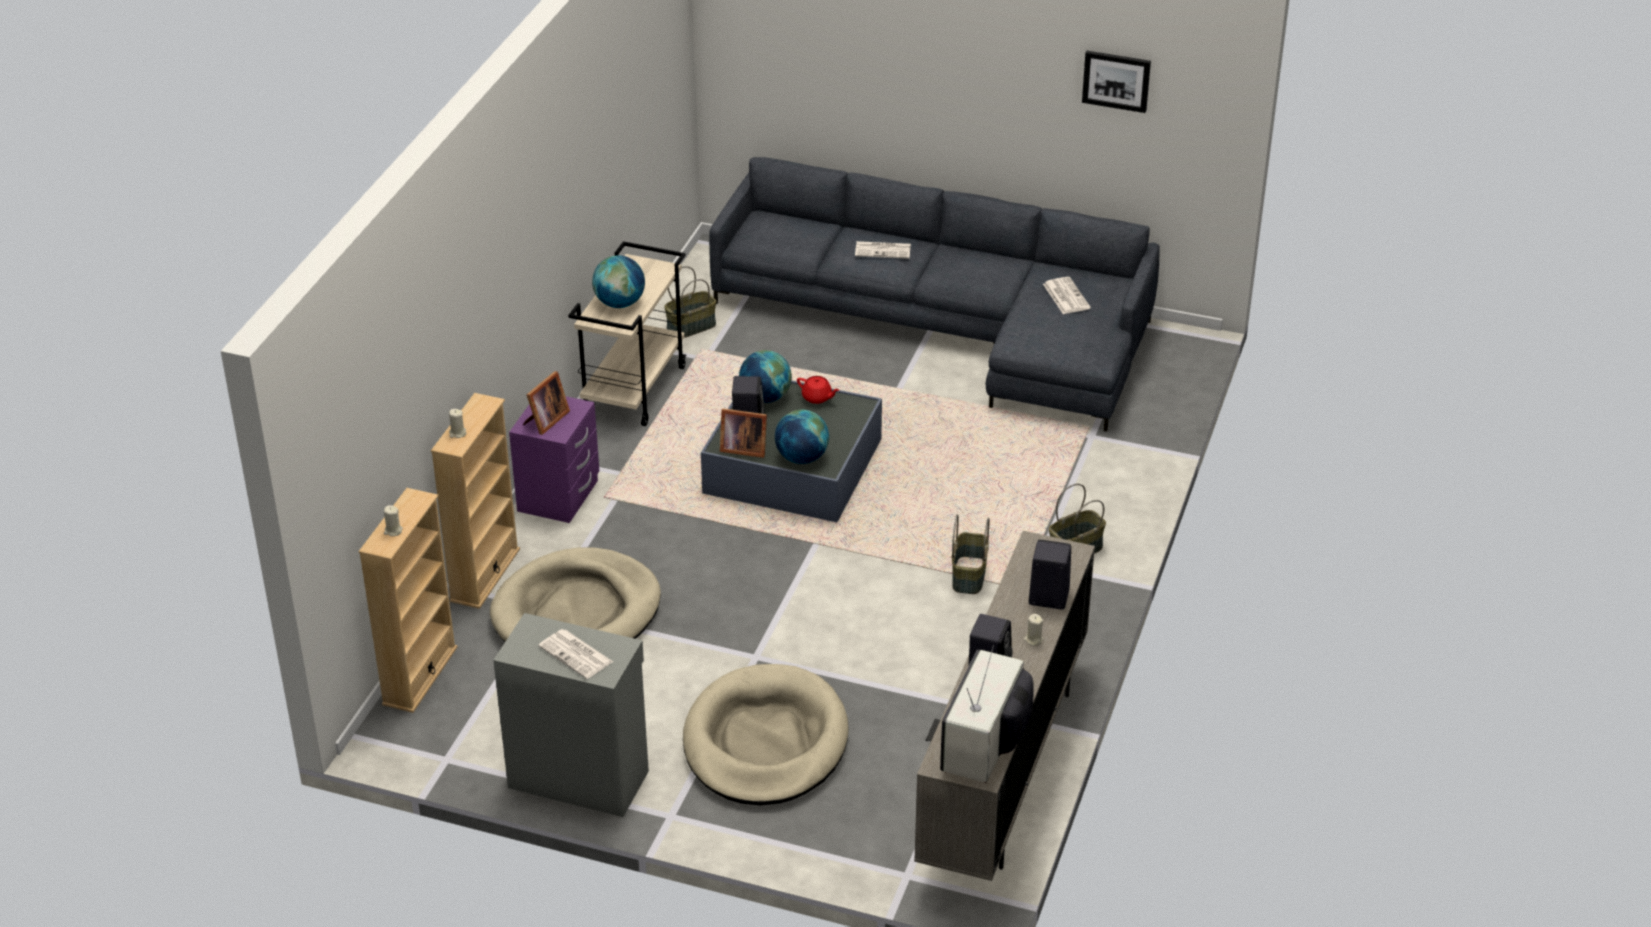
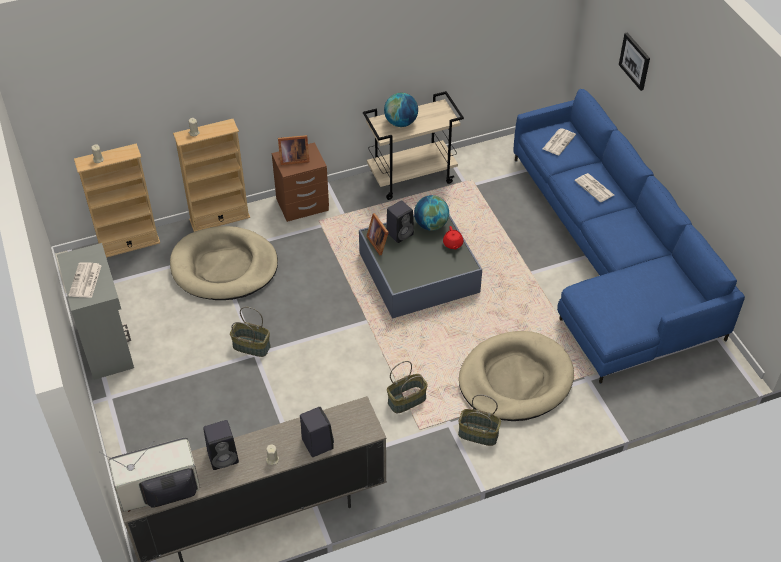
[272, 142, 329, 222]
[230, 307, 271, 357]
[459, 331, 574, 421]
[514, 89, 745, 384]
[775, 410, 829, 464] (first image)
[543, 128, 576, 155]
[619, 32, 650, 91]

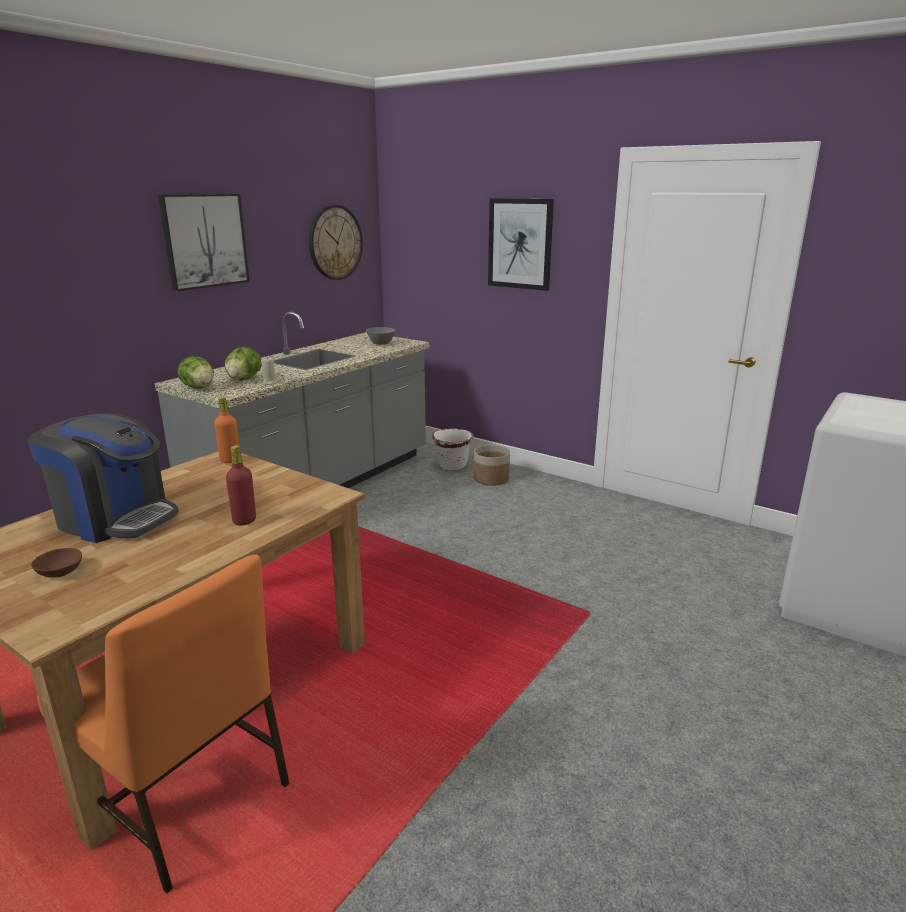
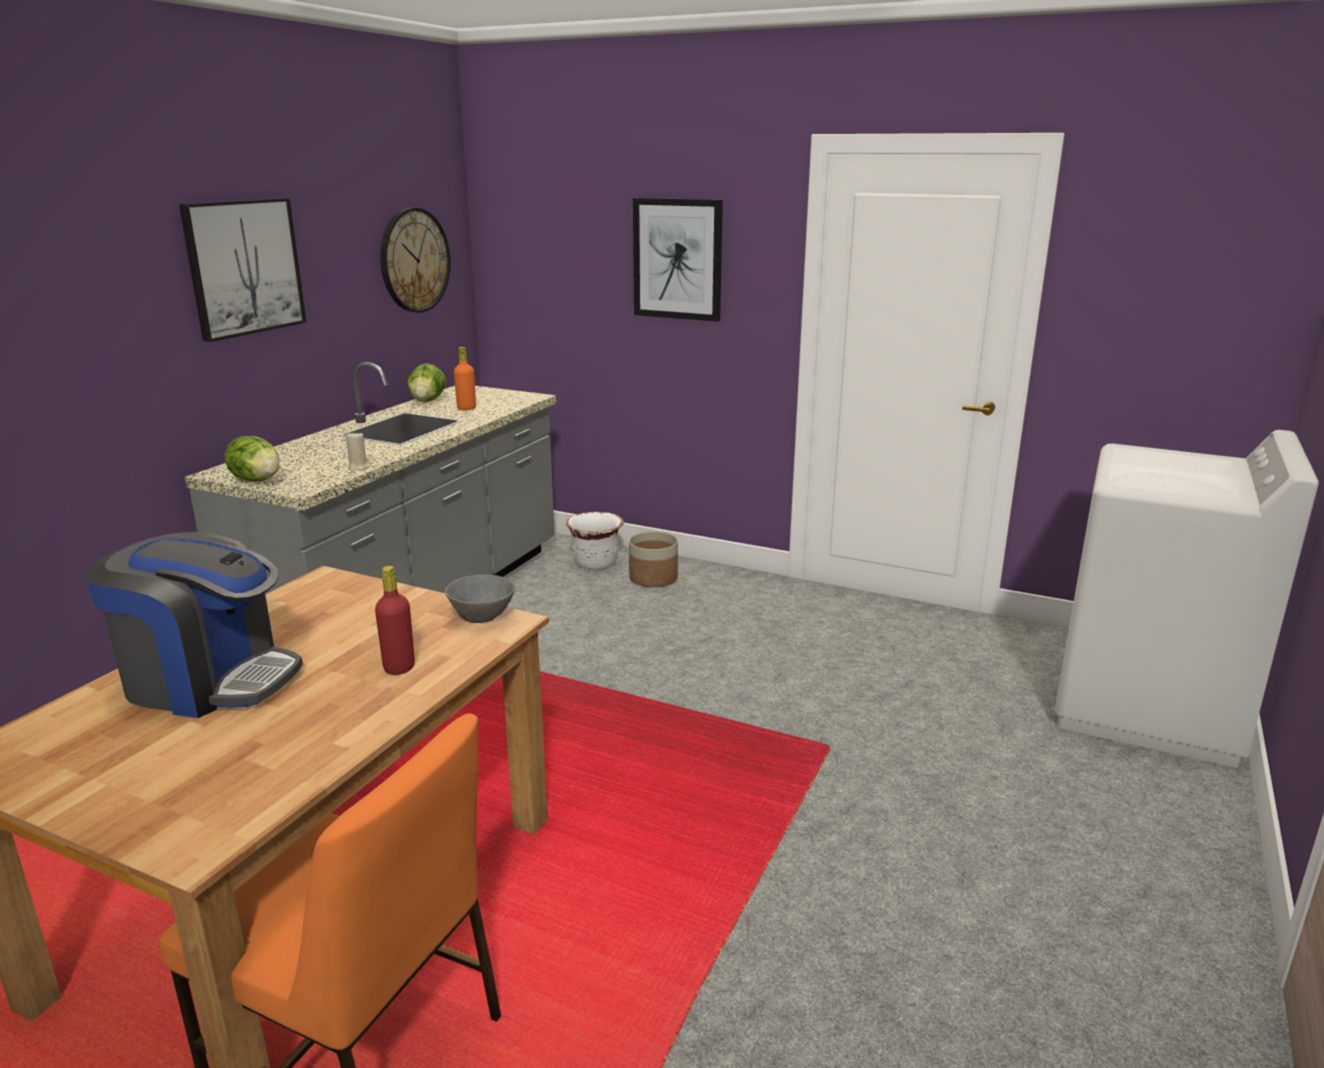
[31, 548, 82, 578] (first image)
[454, 347, 476, 410]
[407, 363, 446, 403]
[445, 575, 515, 623]

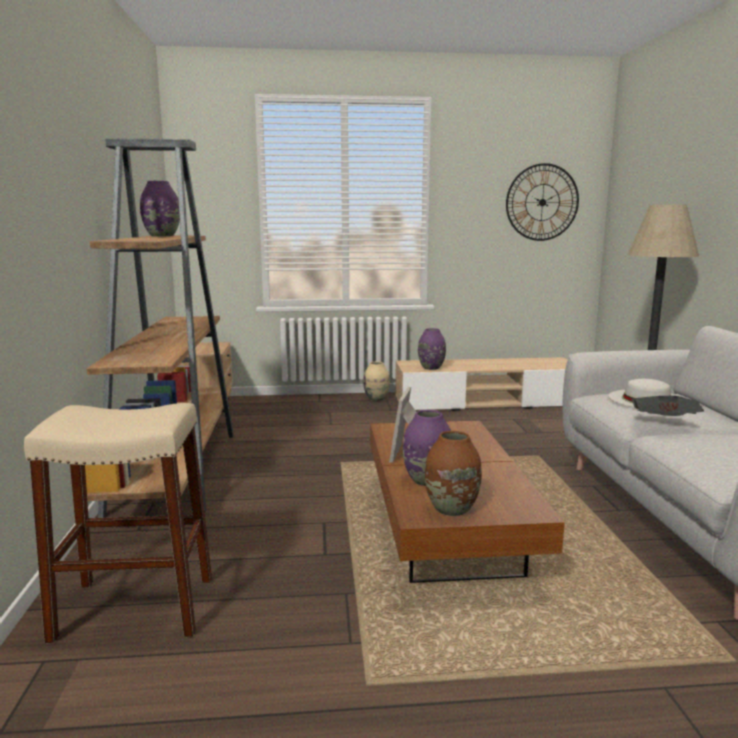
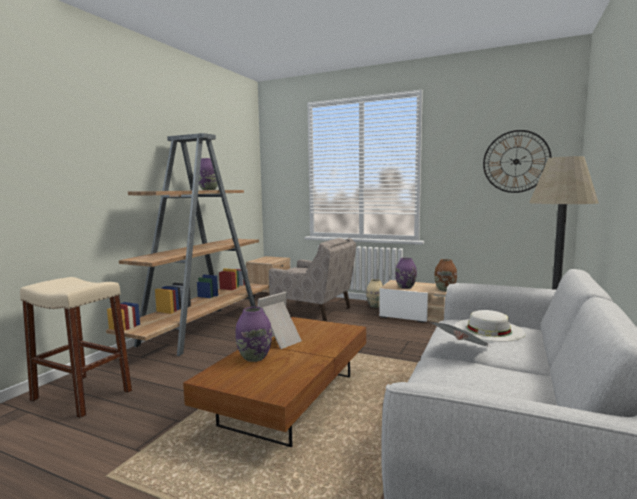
[434, 259, 457, 291]
[269, 238, 356, 321]

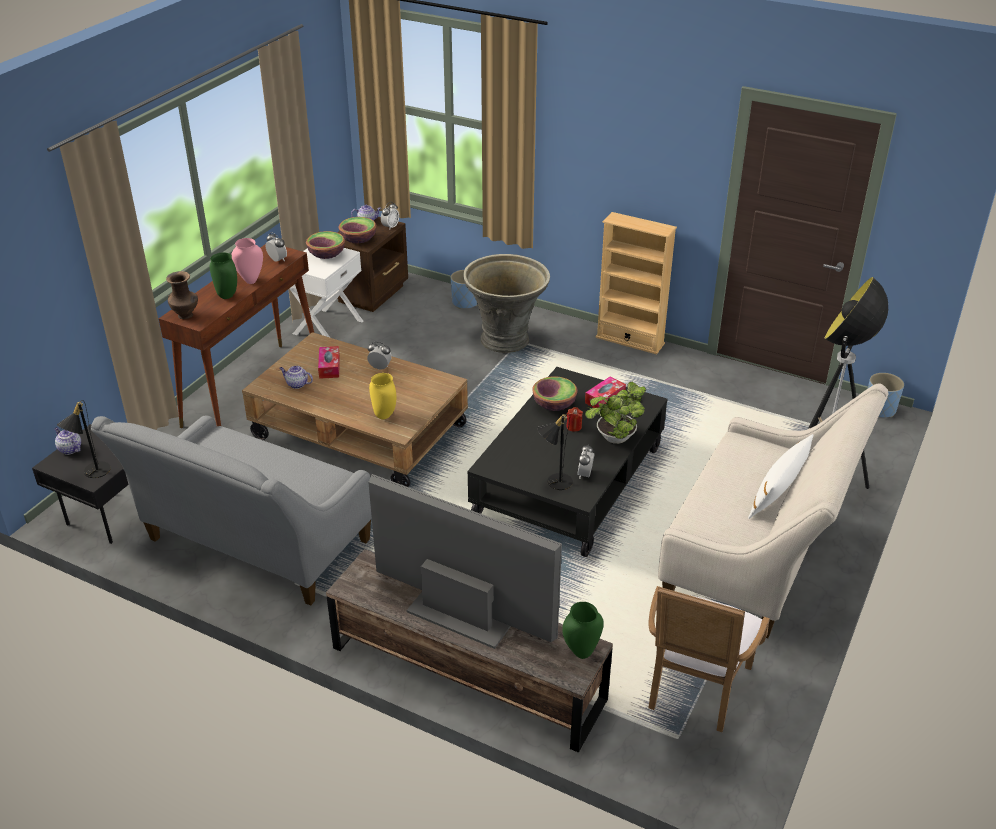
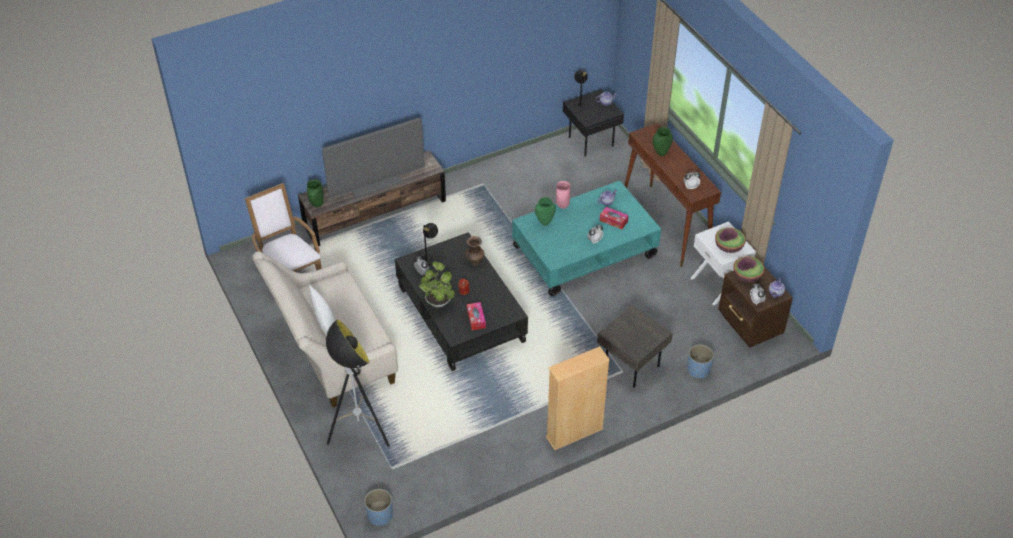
[91, 415, 372, 605] (first image)
[465, 236, 484, 266]
[556, 181, 570, 209]
[512, 181, 661, 296]
[535, 197, 556, 226]
[597, 305, 673, 388]
[532, 376, 578, 411] (first image)

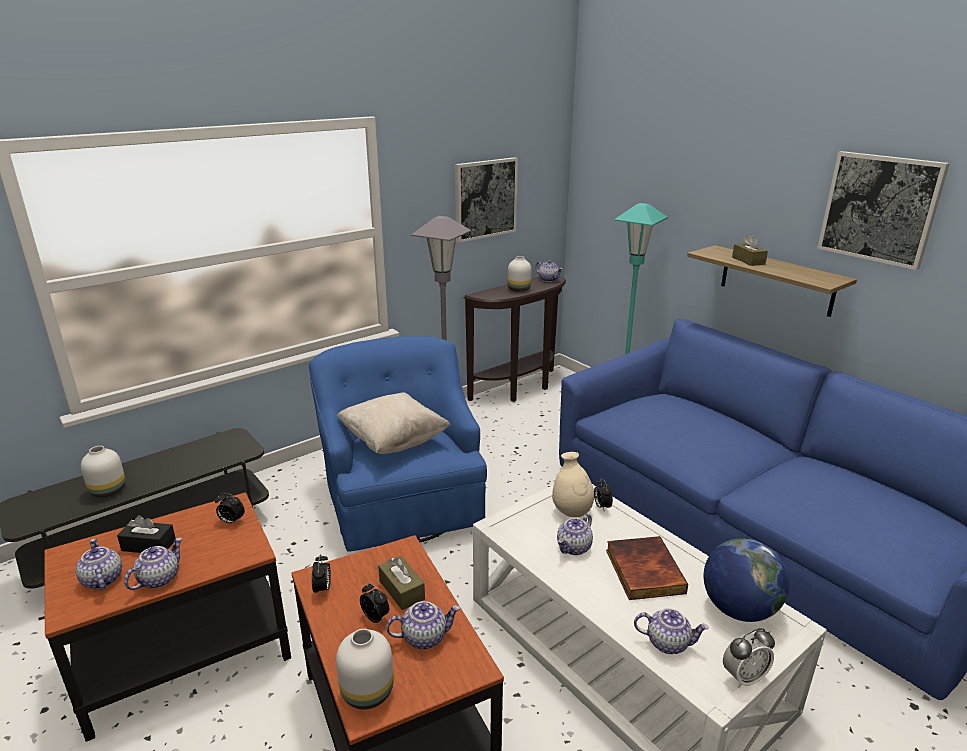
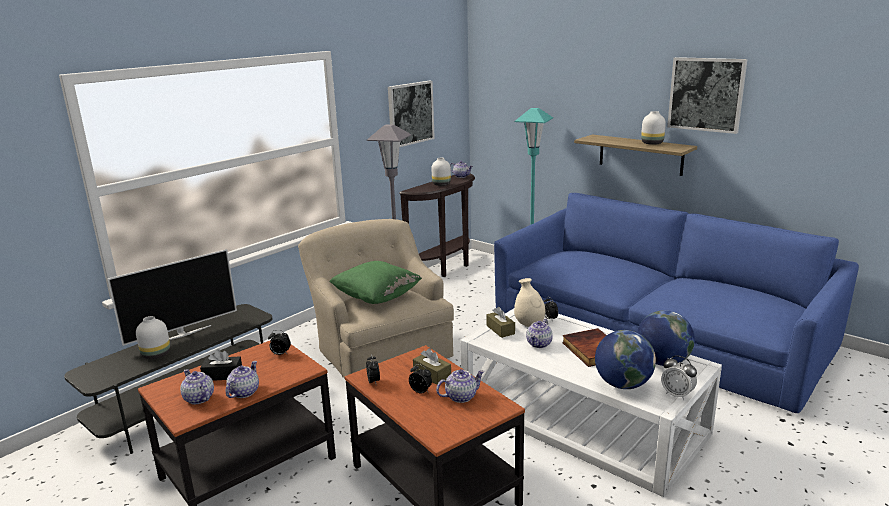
[298, 219, 454, 379]
[329, 261, 422, 304]
[641, 111, 666, 145]
[595, 330, 656, 389]
[661, 355, 697, 400]
[486, 307, 515, 338]
[107, 249, 237, 346]

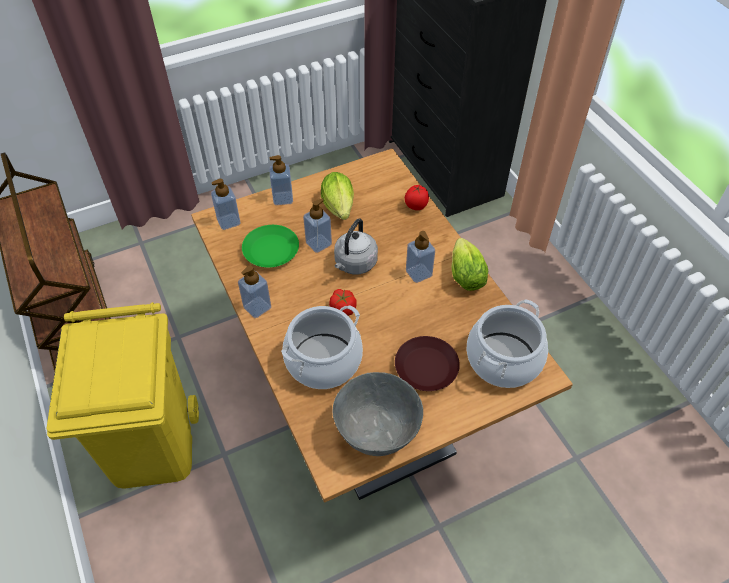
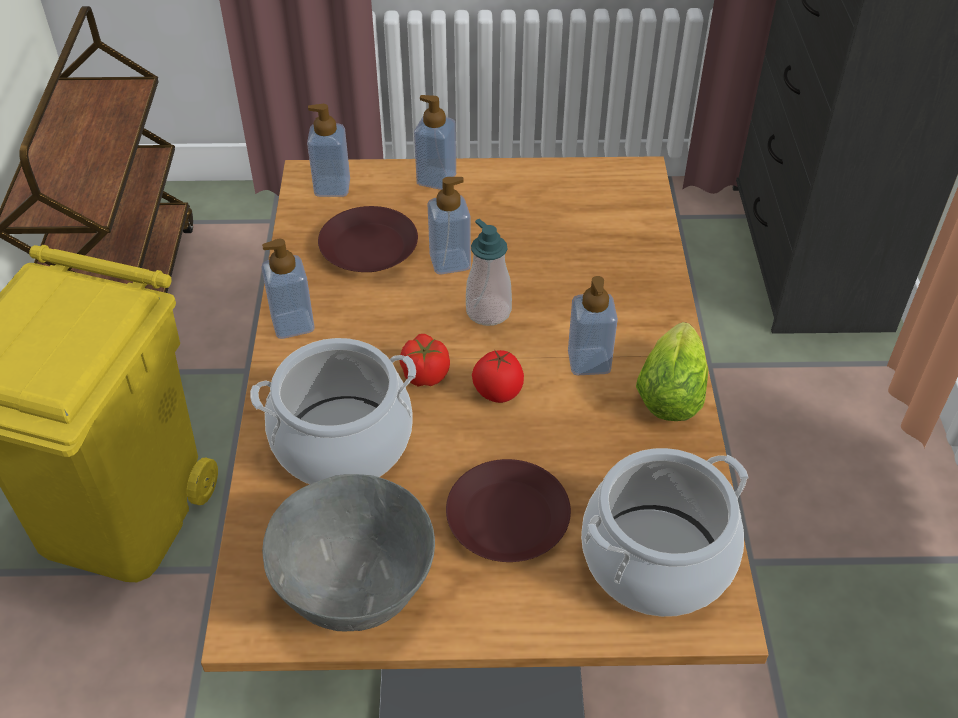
[318, 206, 418, 272]
[321, 172, 354, 220] (first image)
[466, 219, 512, 326]
[472, 350, 524, 403]

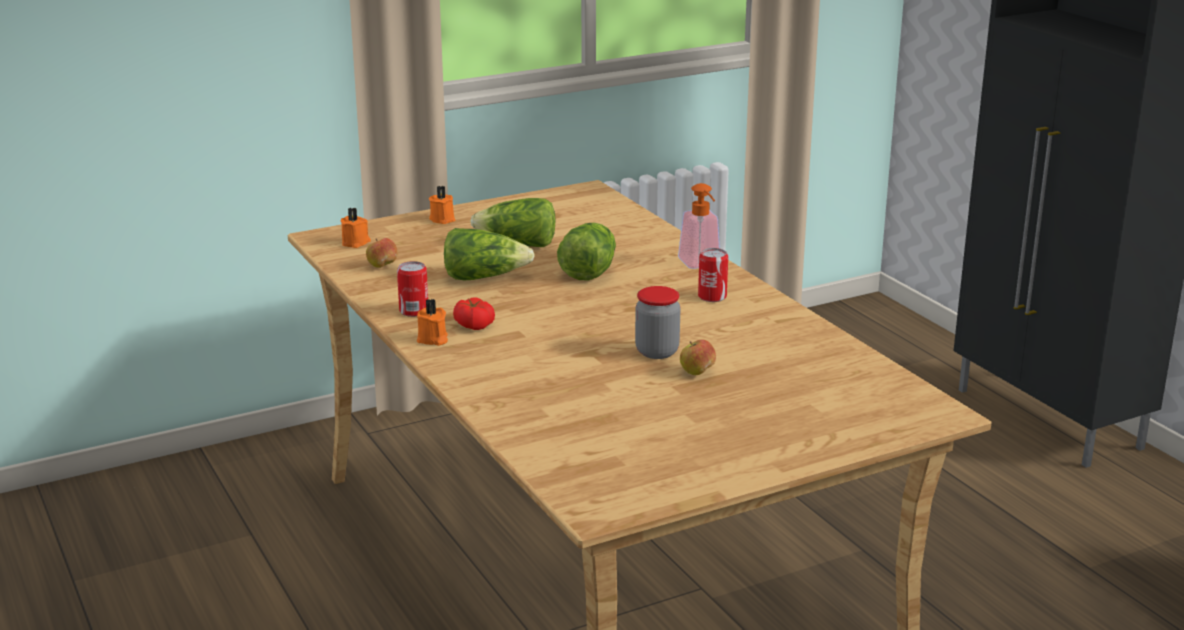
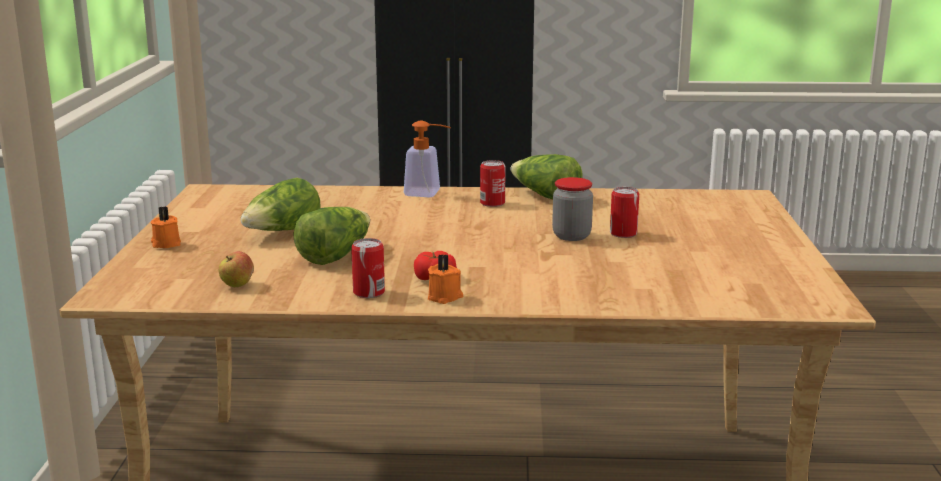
[340, 208, 371, 248] (first image)
[510, 154, 583, 199]
[610, 187, 639, 238]

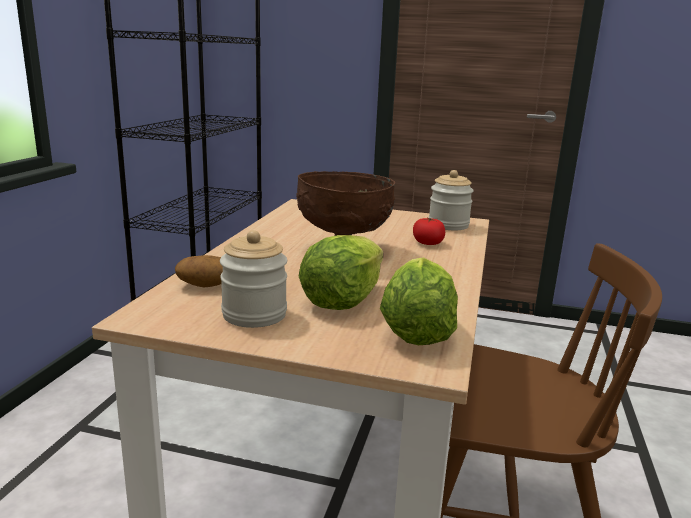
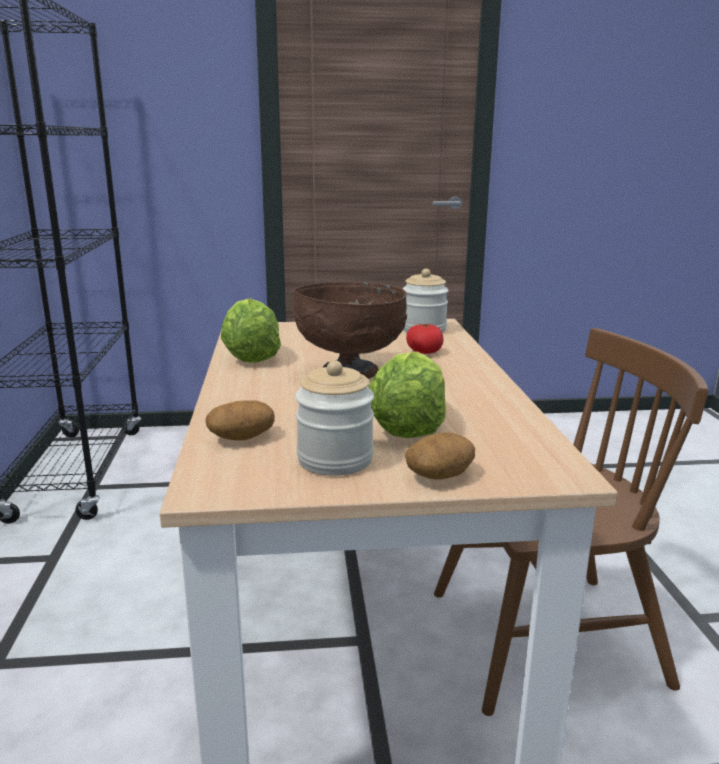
[221, 298, 281, 363]
[405, 432, 475, 479]

